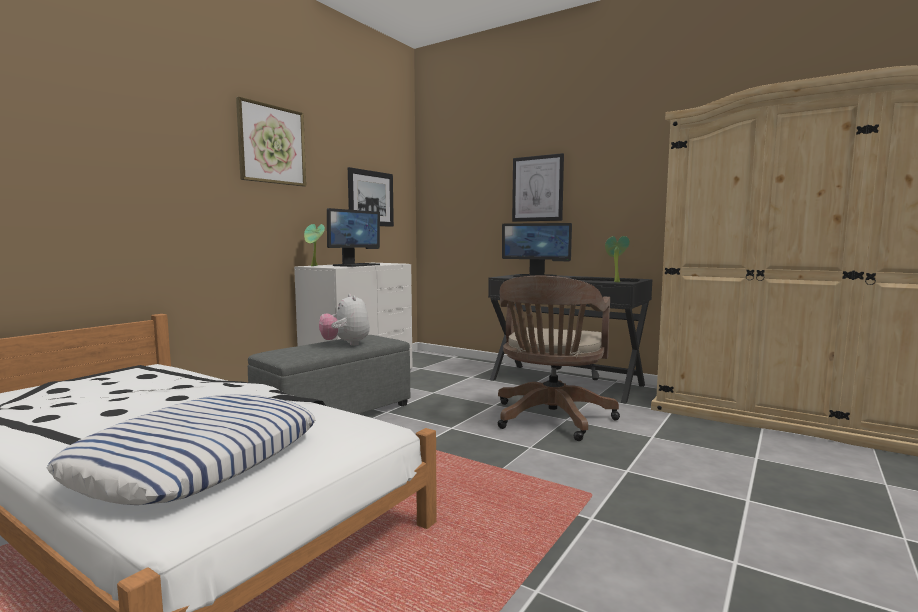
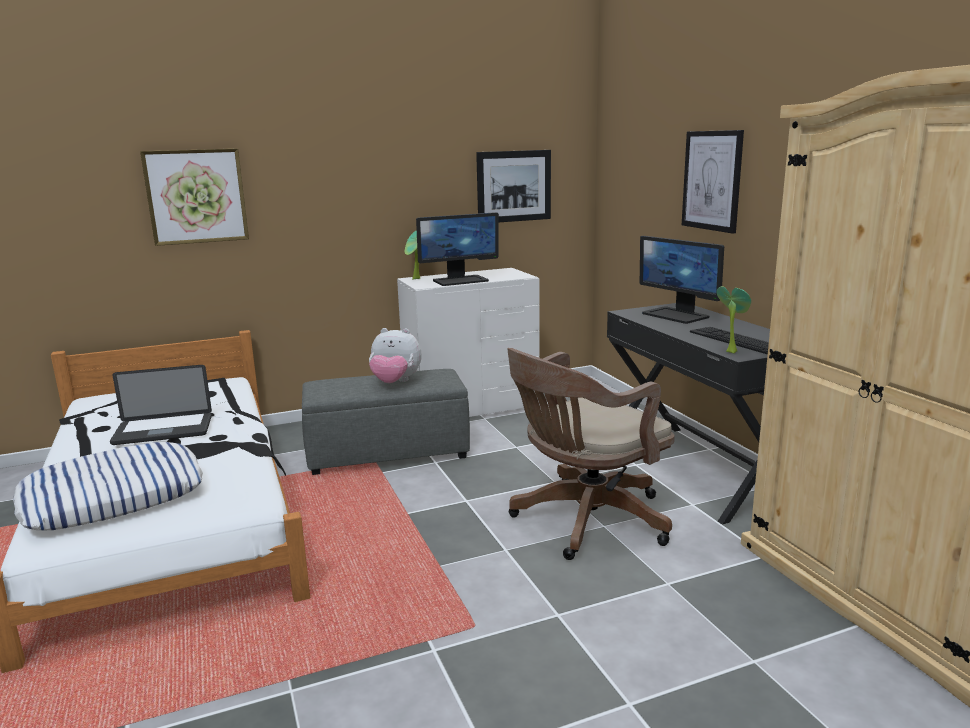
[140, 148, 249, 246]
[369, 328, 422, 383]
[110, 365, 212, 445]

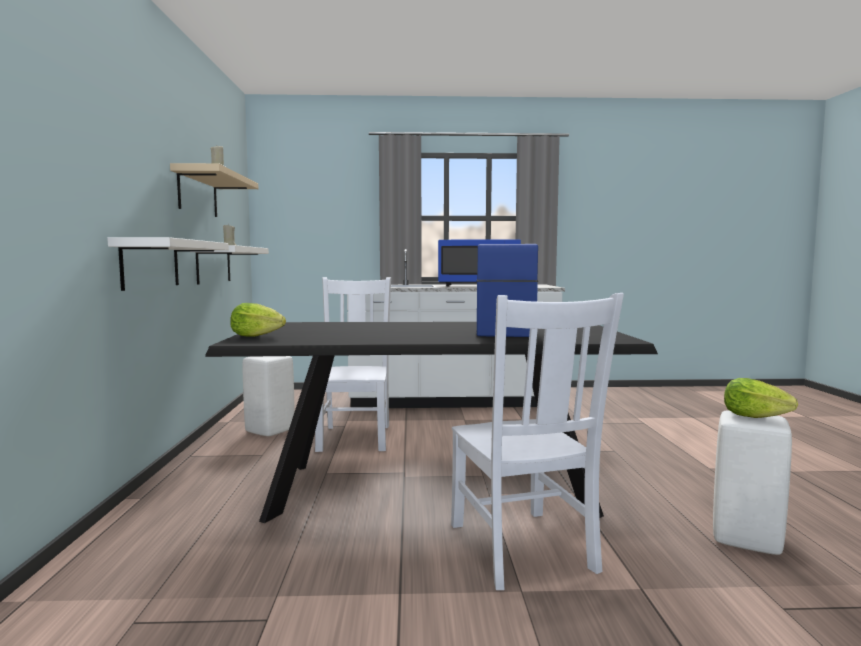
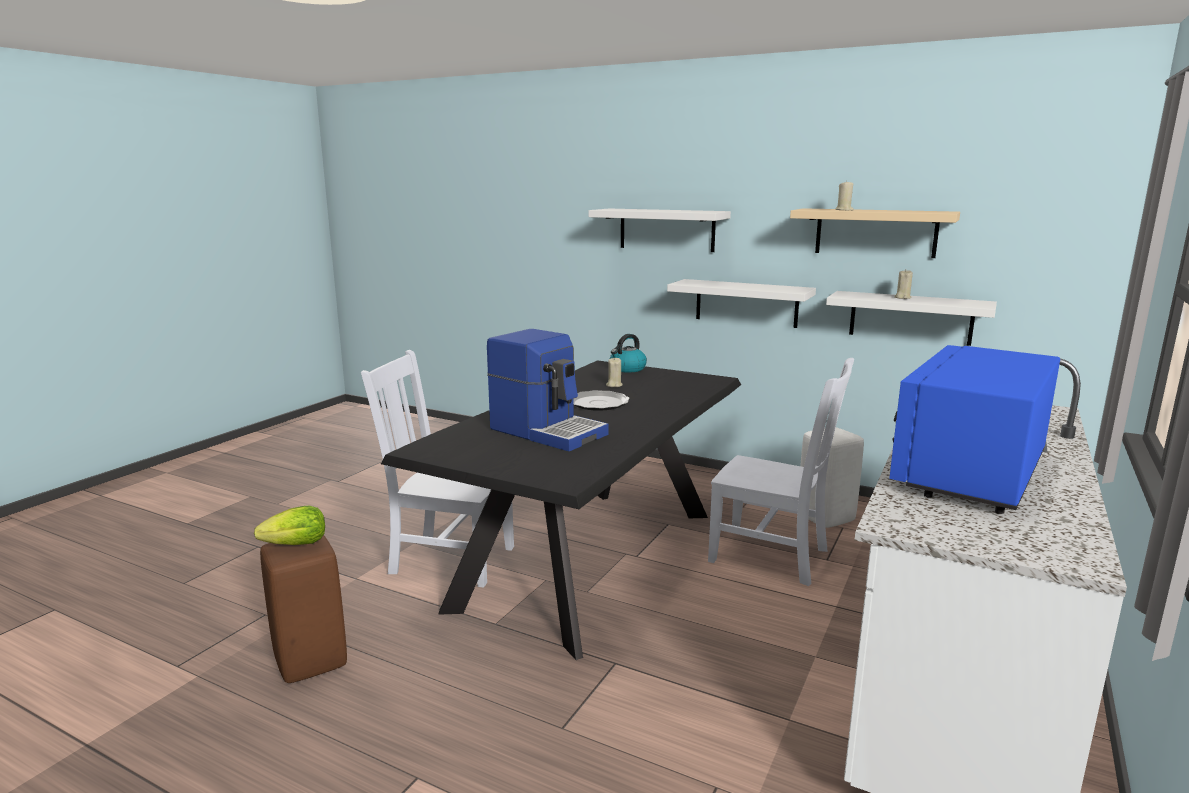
[610, 334, 647, 373]
[260, 535, 347, 683]
[574, 390, 630, 411]
[588, 209, 731, 252]
[606, 357, 623, 387]

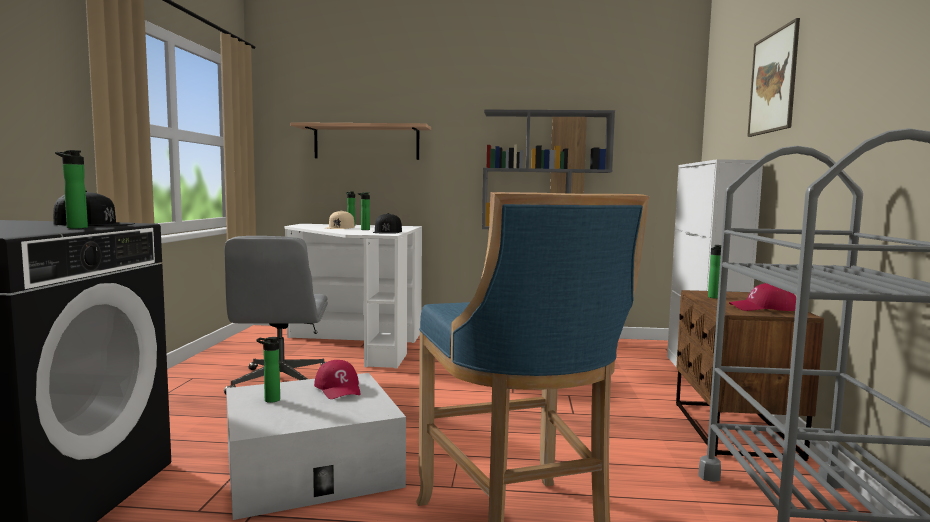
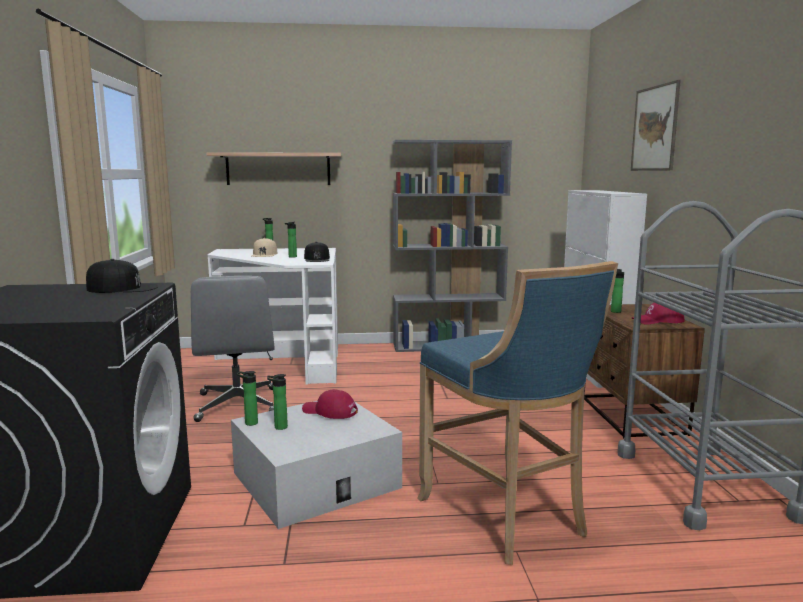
[237, 371, 258, 426]
[302, 389, 358, 419]

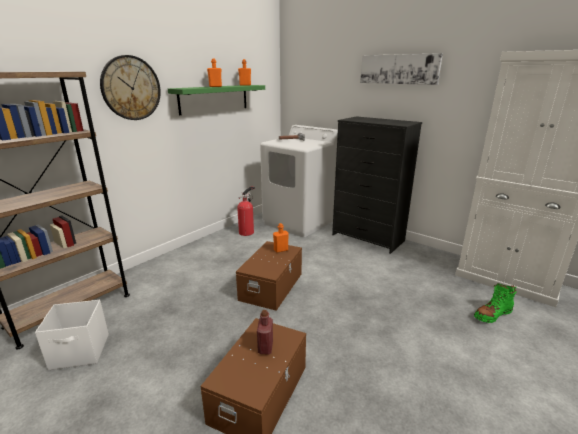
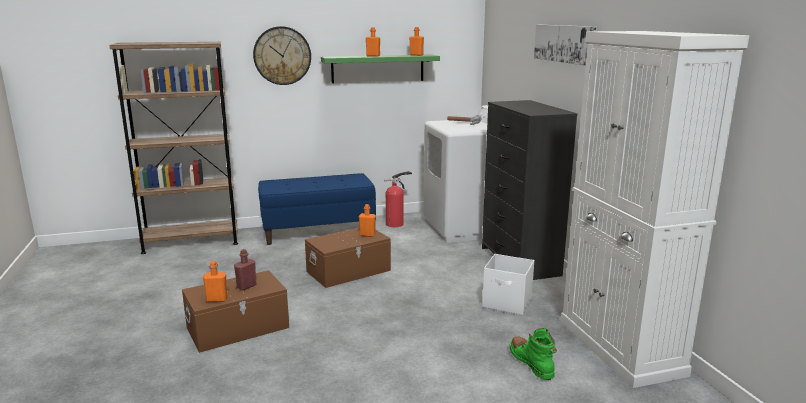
[482, 254, 534, 315]
[509, 328, 557, 380]
[203, 261, 228, 302]
[258, 173, 376, 245]

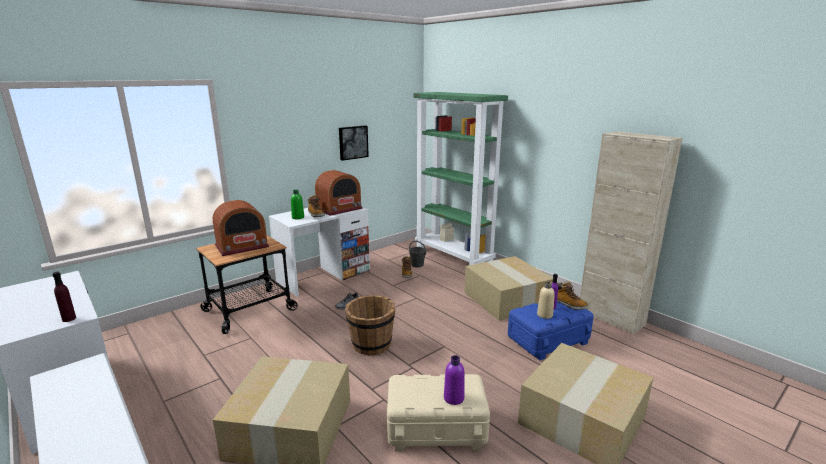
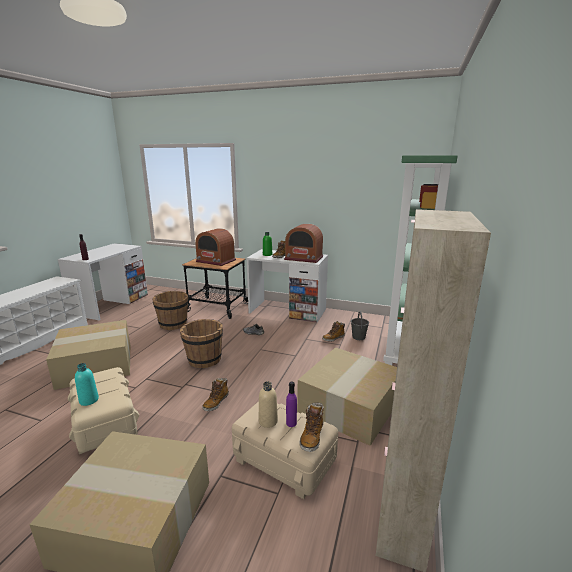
[339, 125, 369, 161] (first image)
[75, 363, 99, 406]
[232, 401, 338, 499]
[152, 291, 188, 330]
[202, 378, 229, 412]

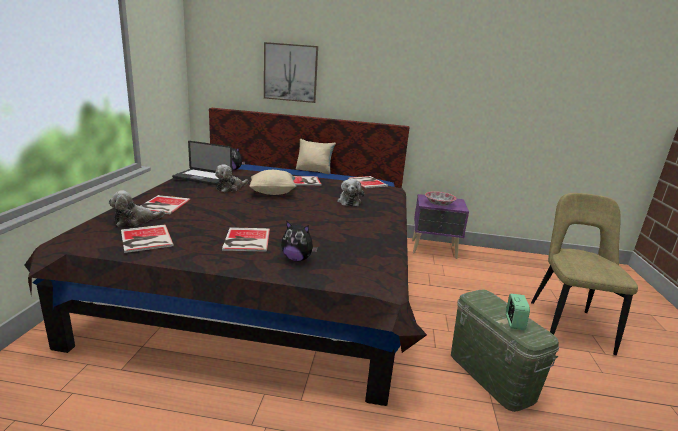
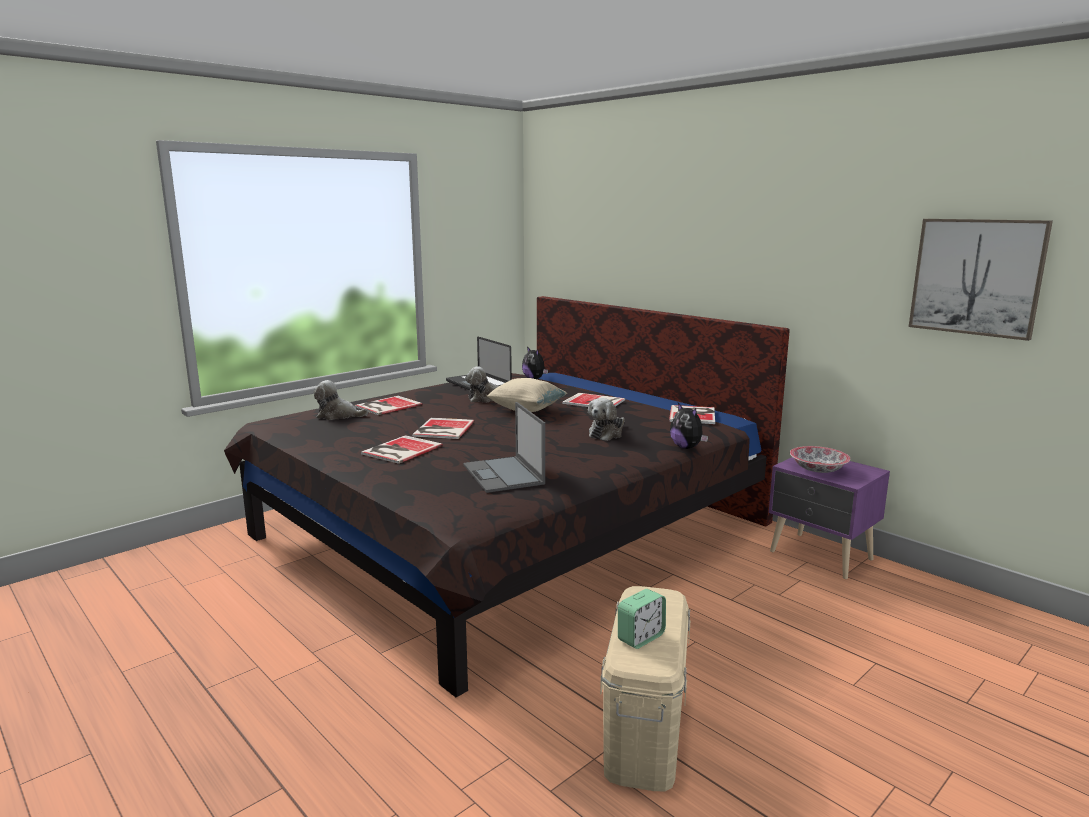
[412, 418, 475, 439]
[909, 219, 1053, 341]
[670, 403, 708, 449]
[296, 139, 336, 174] (first image)
[600, 586, 691, 791]
[531, 193, 638, 355] (first image)
[463, 402, 545, 493]

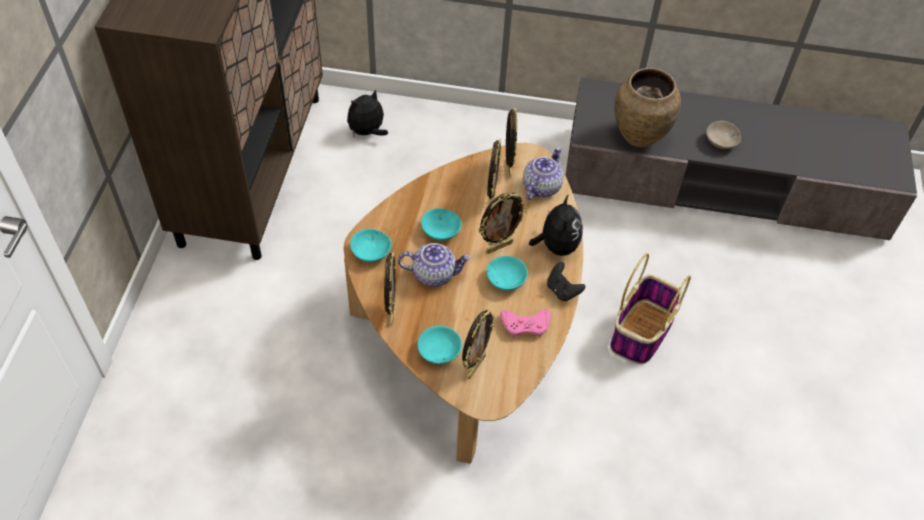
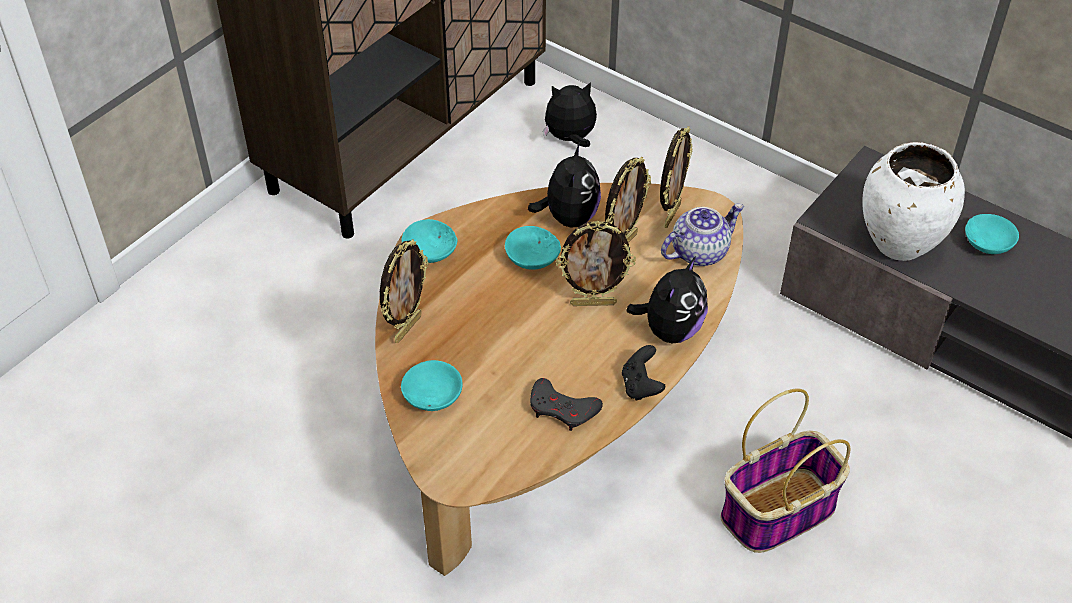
[398, 243, 471, 287] (first image)
[462, 310, 496, 379] (first image)
[965, 214, 1019, 254]
[530, 378, 603, 431]
[862, 142, 965, 261]
[706, 121, 741, 149] (first image)
[528, 142, 601, 227]

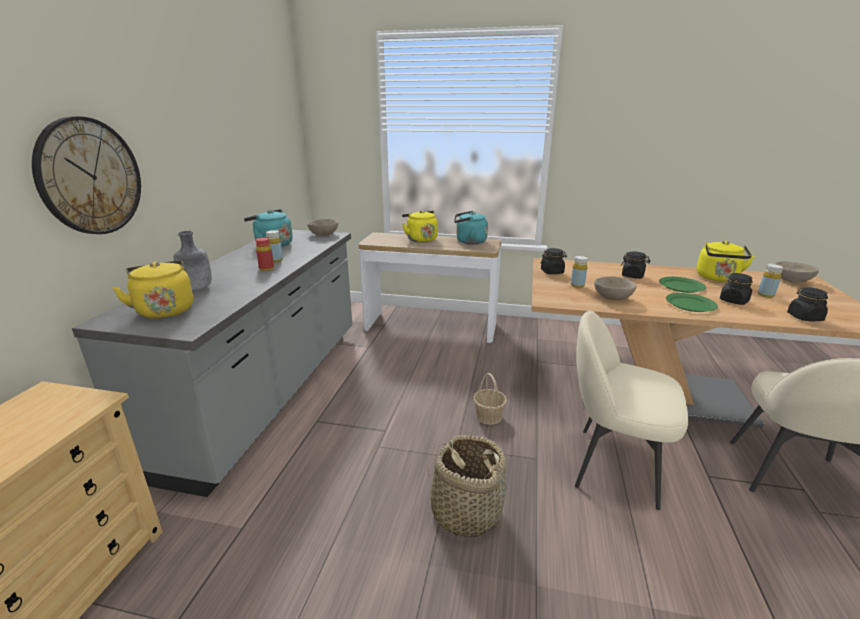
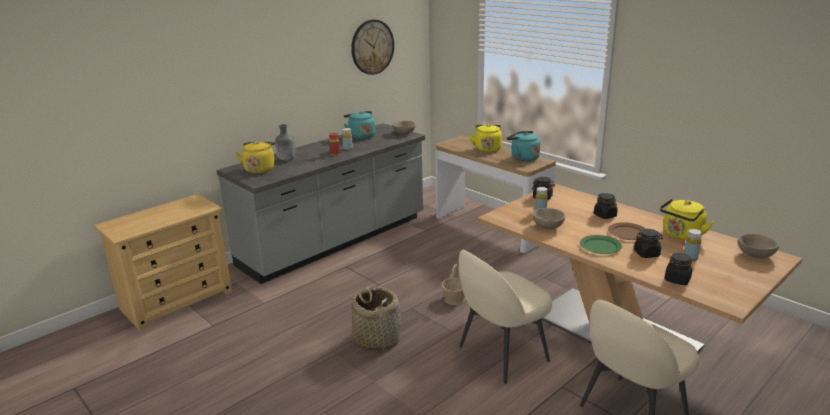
[351, 20, 394, 75]
[459, 250, 552, 384]
[608, 222, 646, 240]

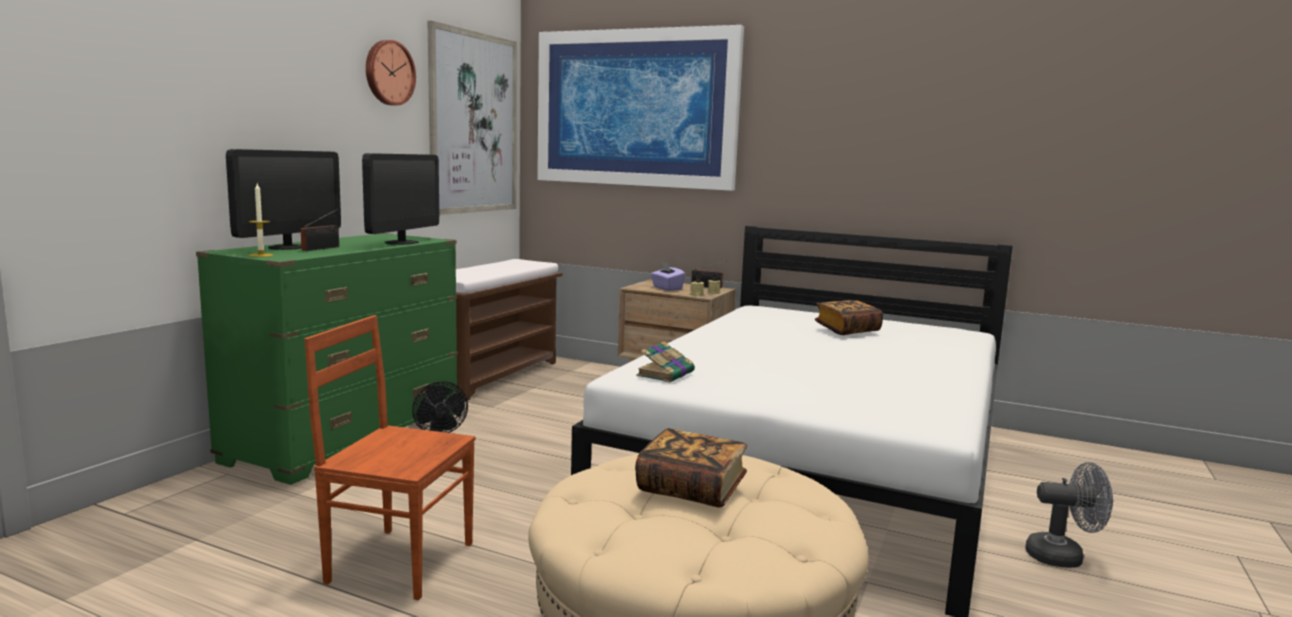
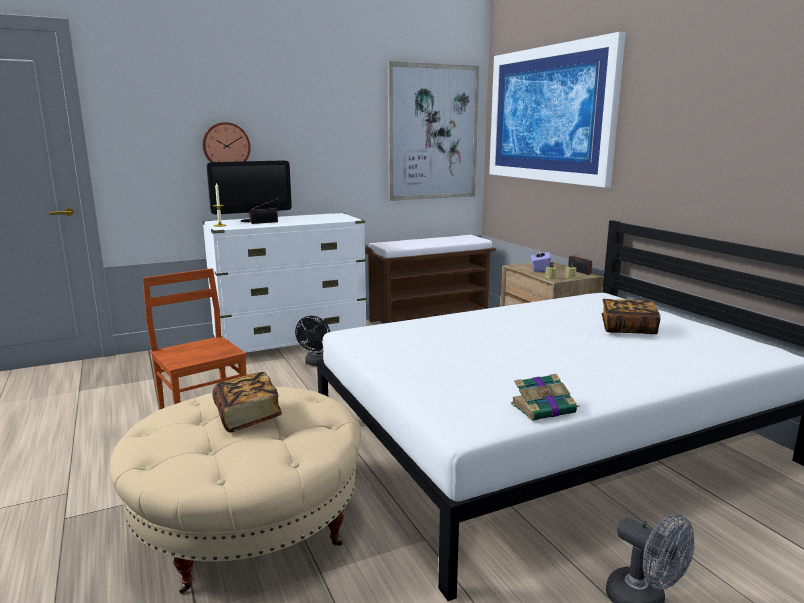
[203, 213, 367, 353]
[362, 153, 439, 245] (first image)
[202, 122, 251, 162]
[511, 374, 579, 421]

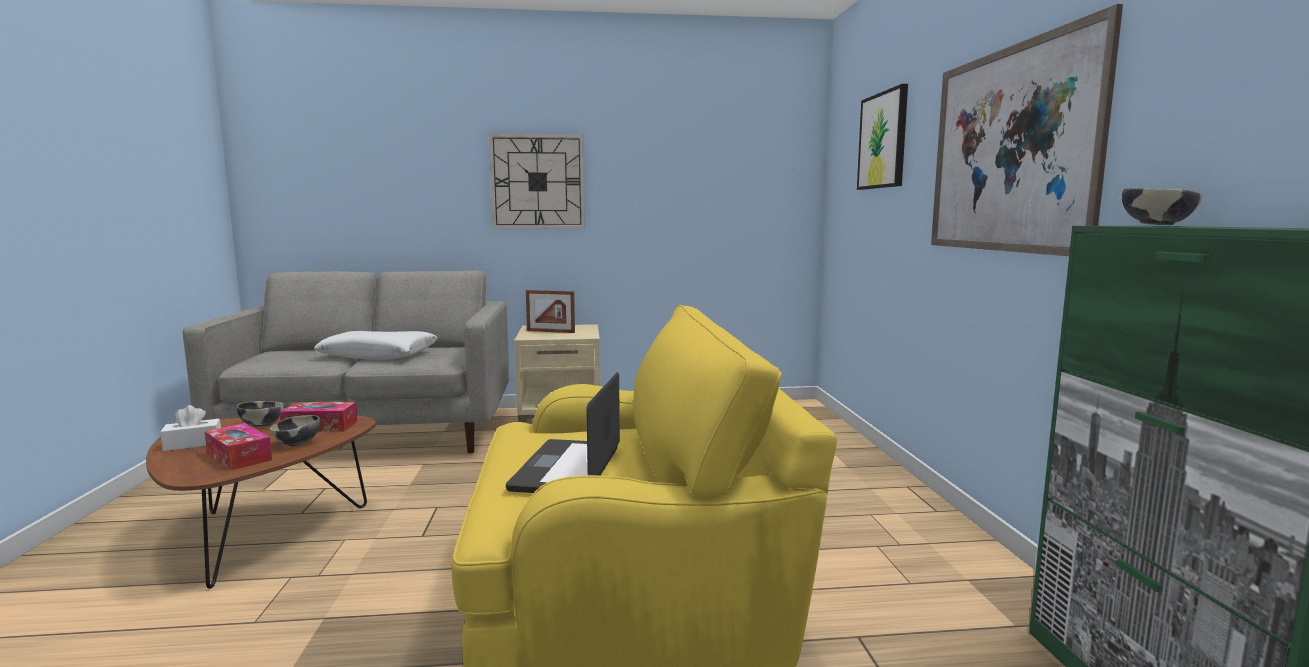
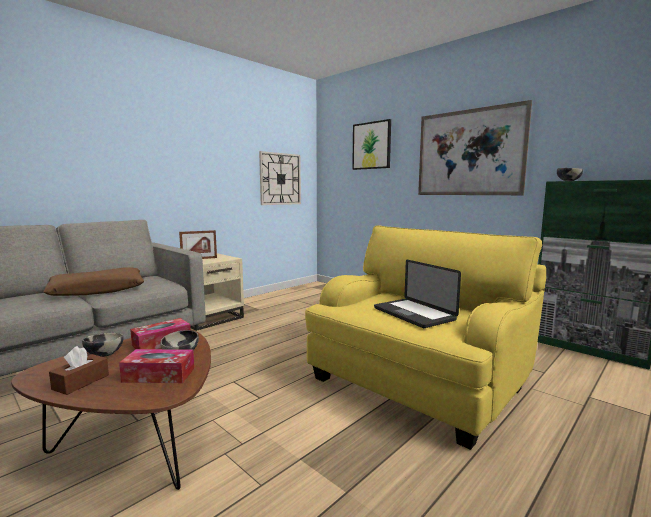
[49, 346, 109, 395]
[43, 267, 144, 296]
[259, 151, 301, 205]

